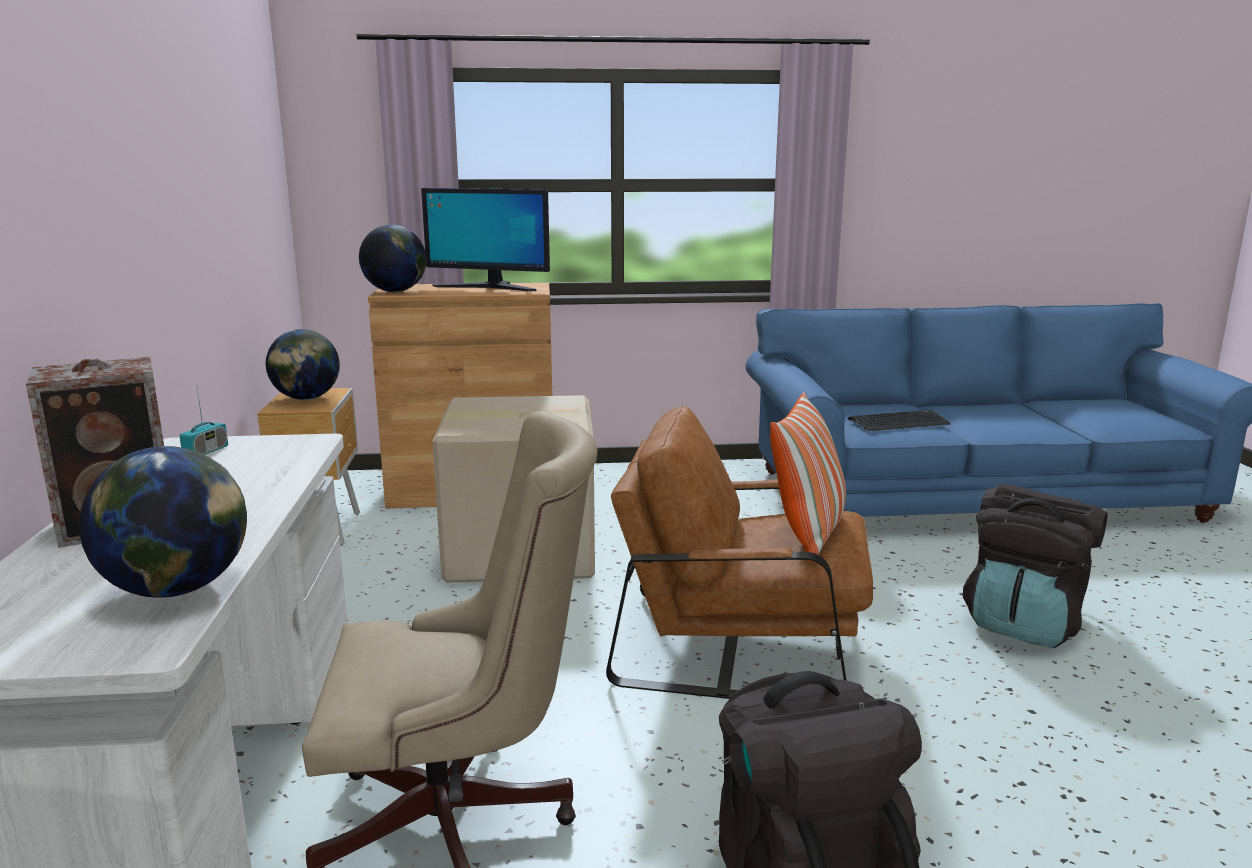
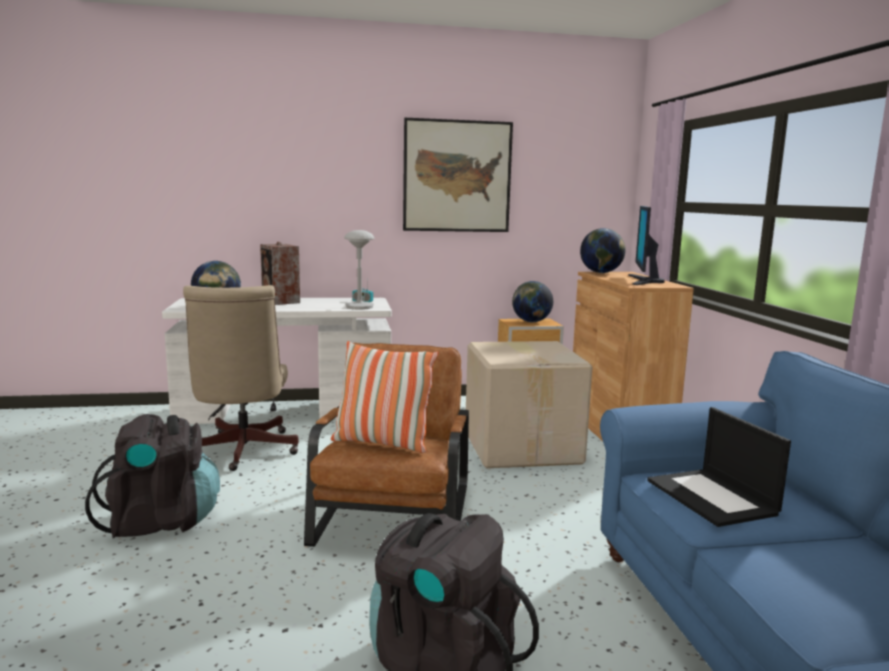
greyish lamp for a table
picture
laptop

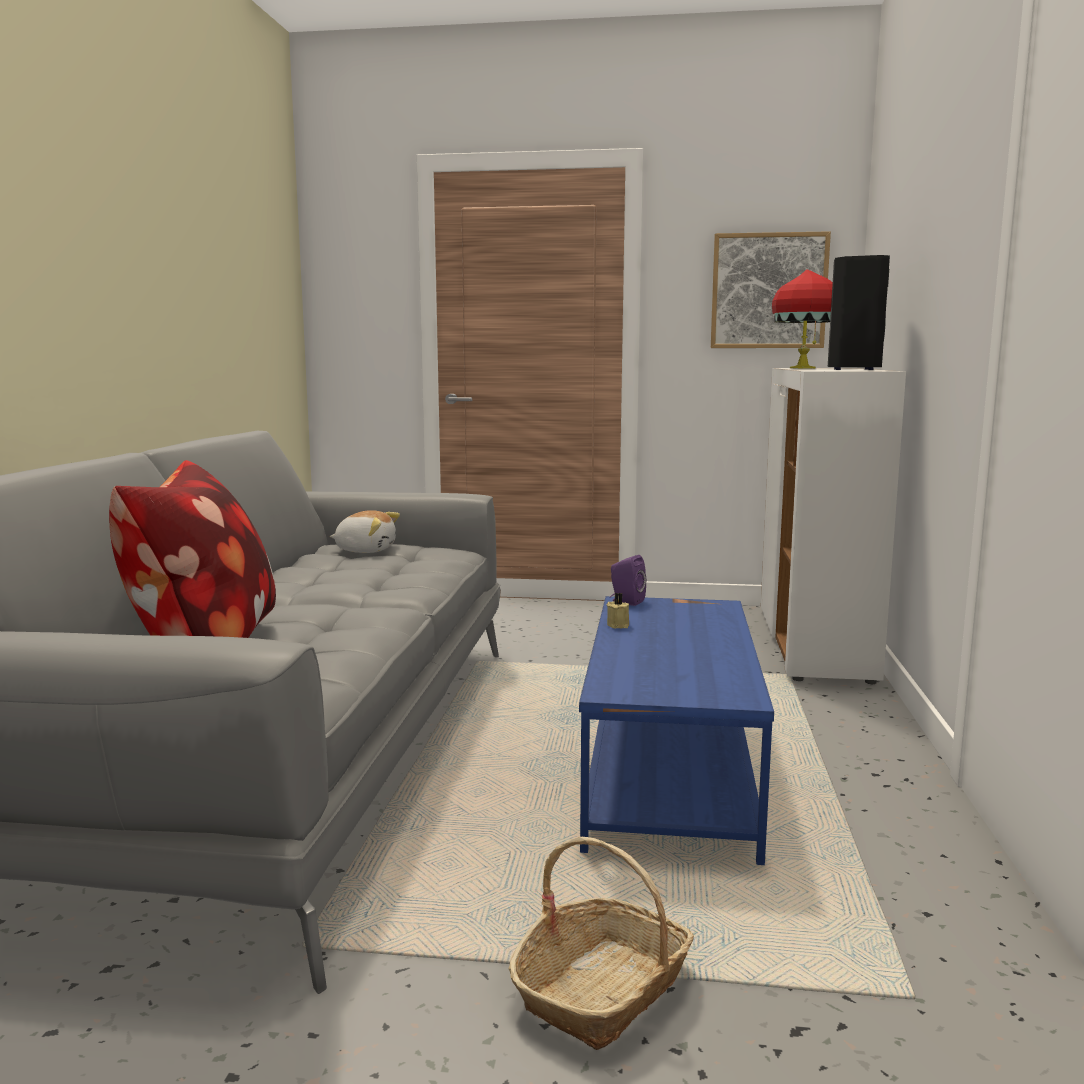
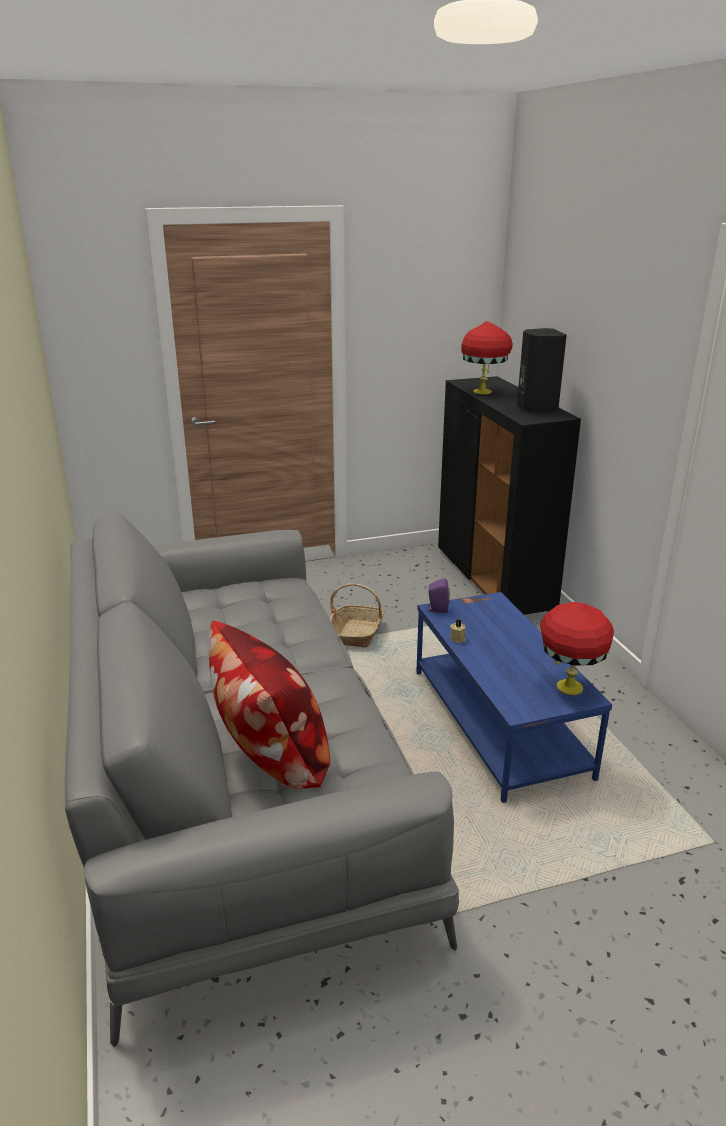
cuddly toy
picture
reddish lamp for a table (2nd from left)
basket
black-coloured storage cabinet

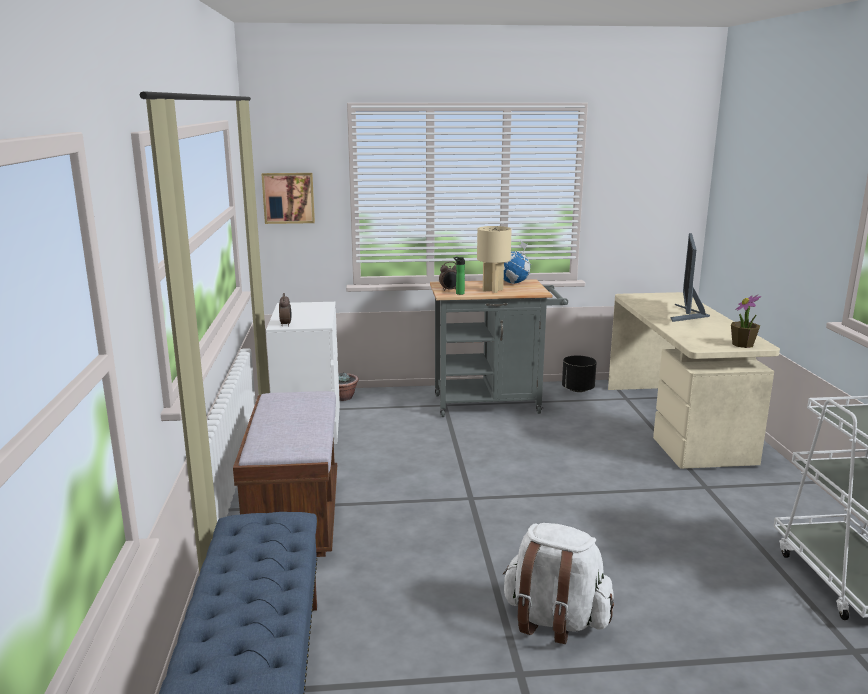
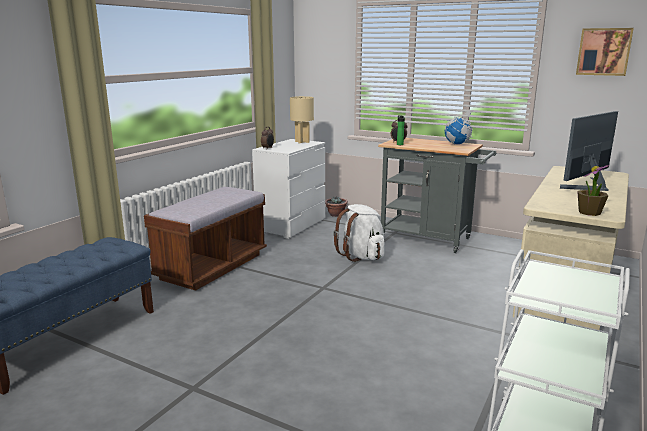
black-coloured plant pot
picture
beige-coloured lamp for a table
whitish knapsack

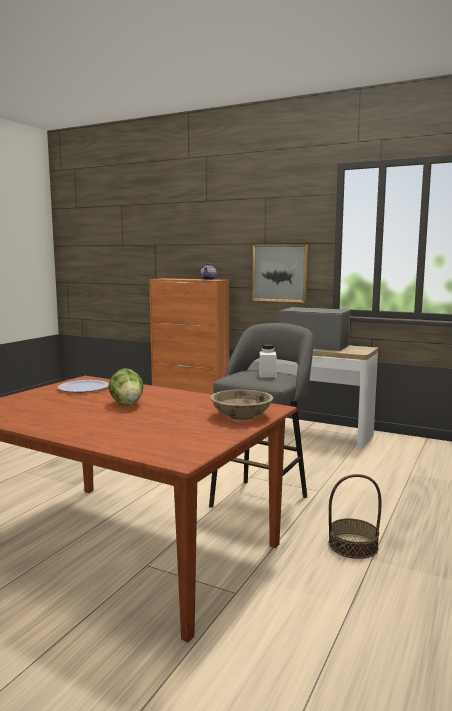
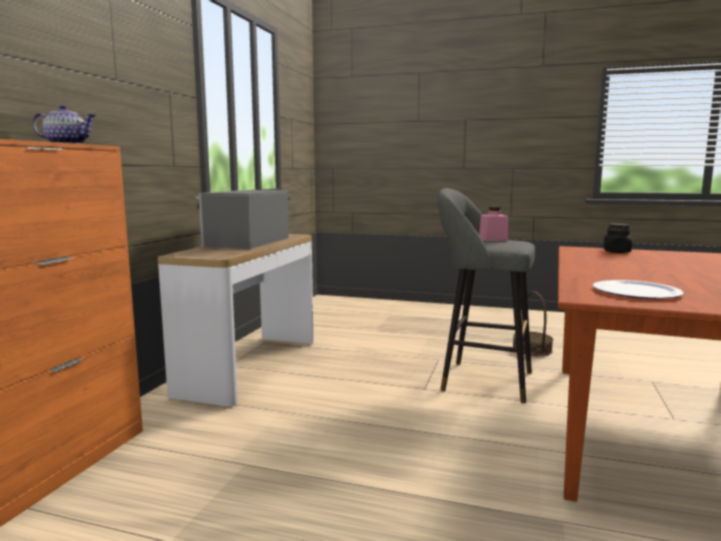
lettuce
picture
black-coloured jar
pinkish jar

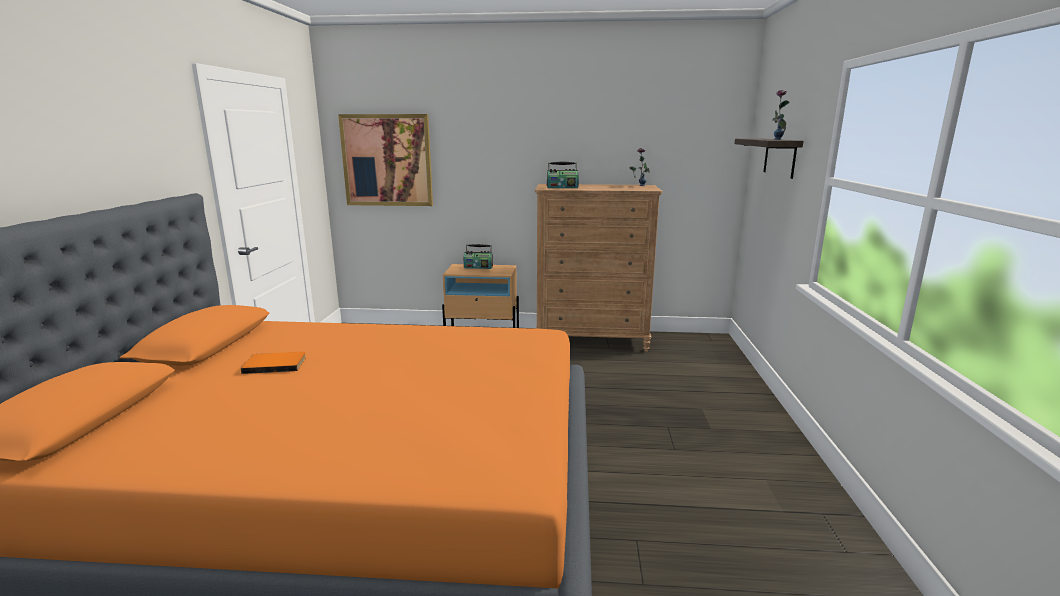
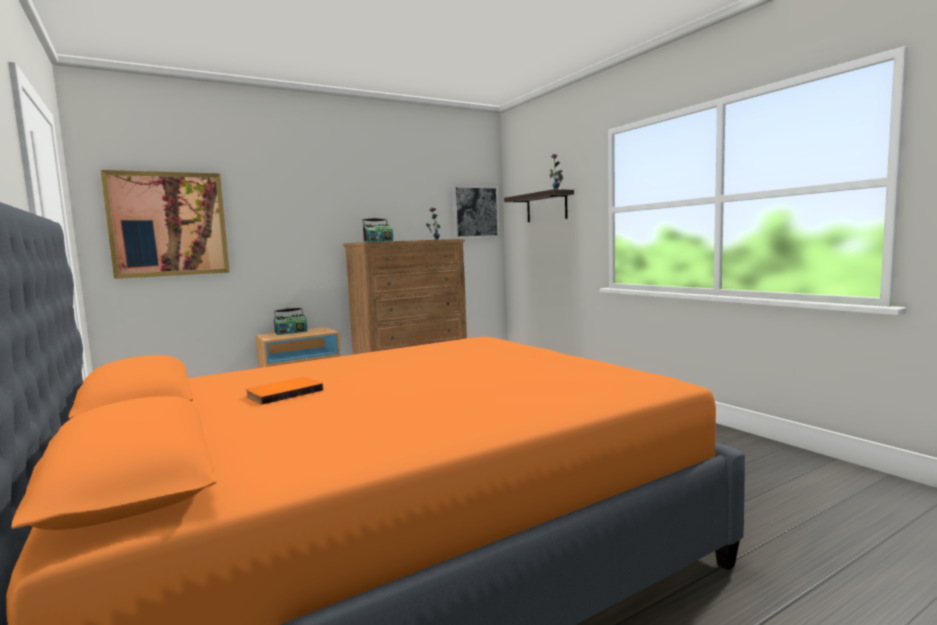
picture (2nd from left)

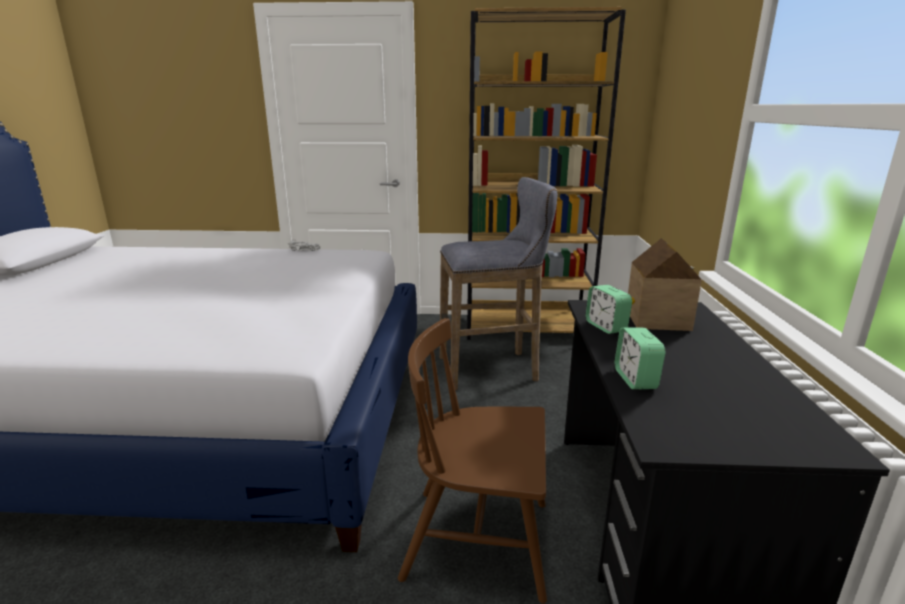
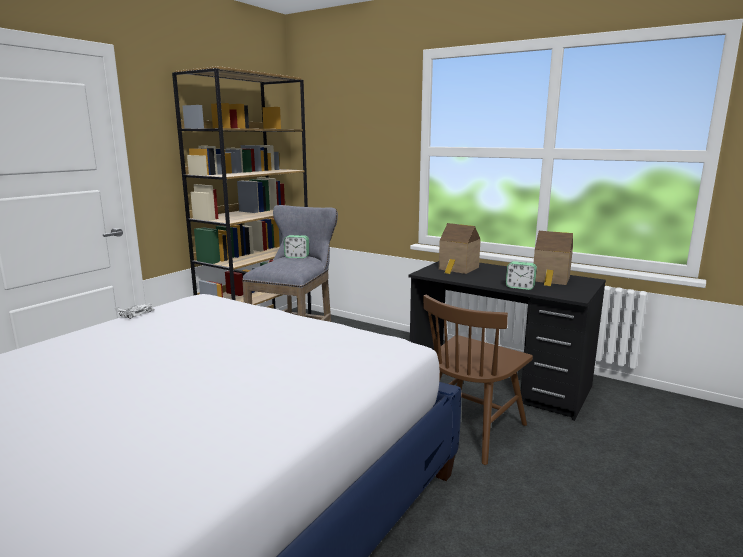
toy house (2nd from left)
table clock (1st from left)

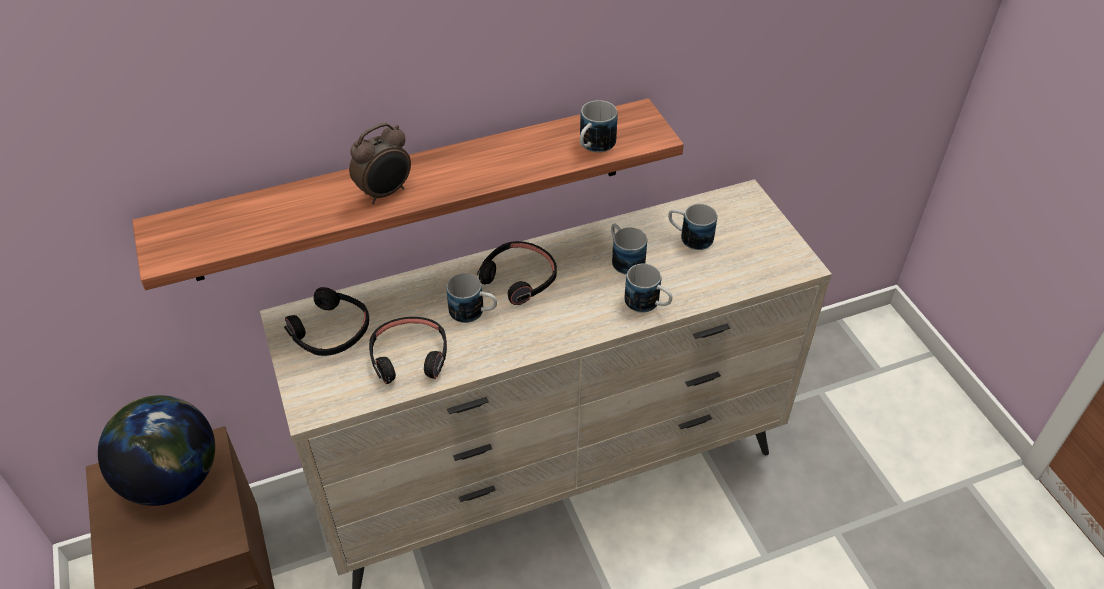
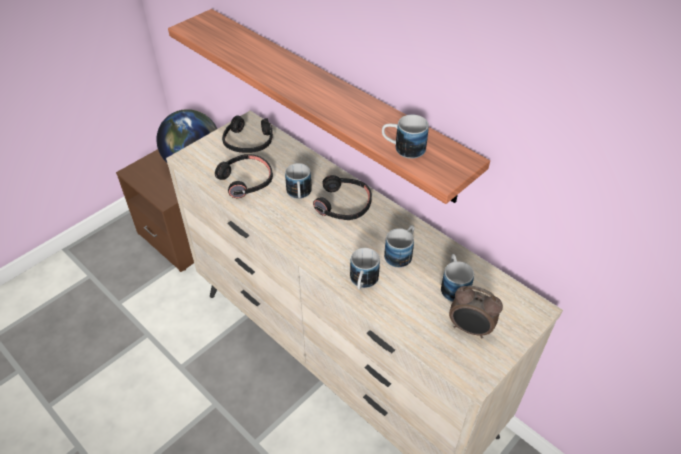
table clock

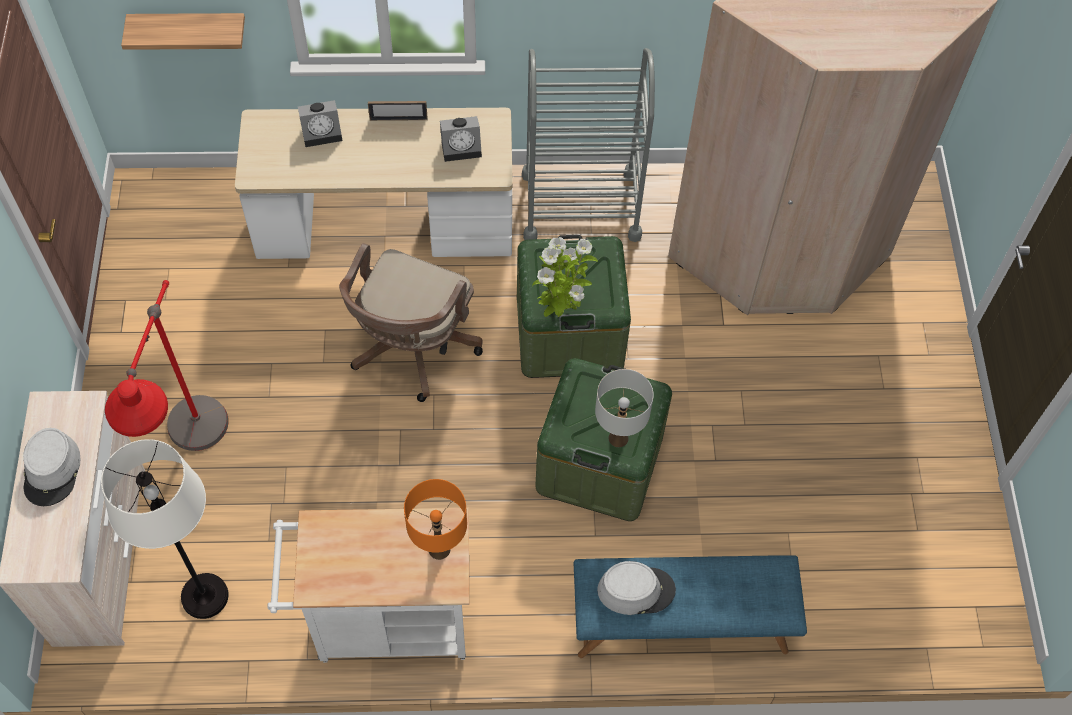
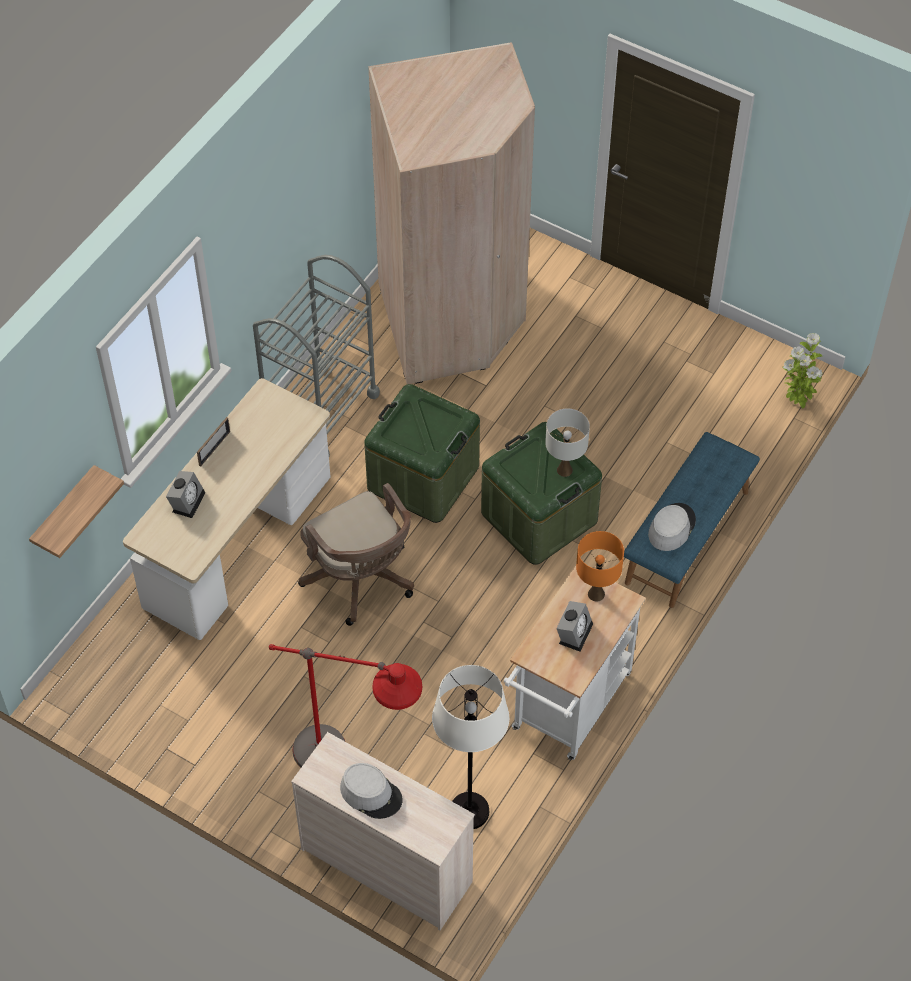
table clock (2nd from left)
plant in a pot

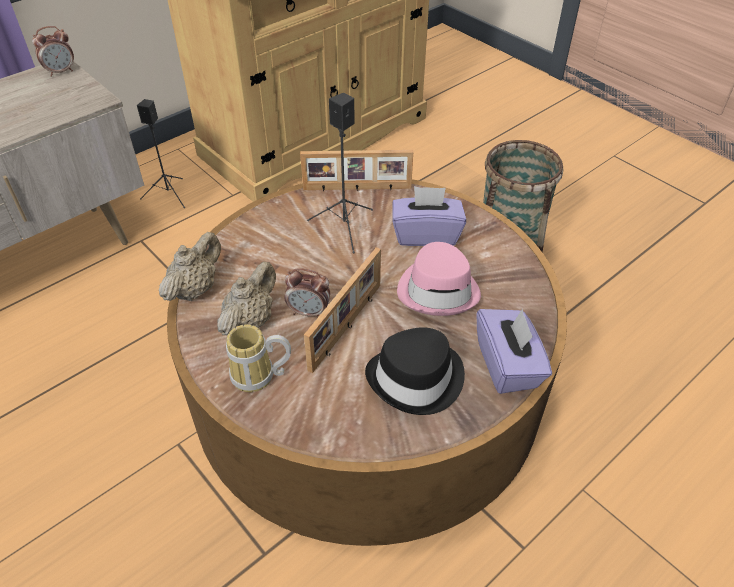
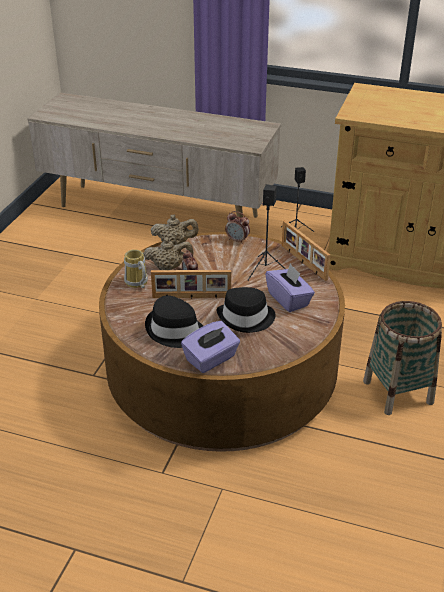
table clock (2nd from left)
black-coloured wearable hat (2nd from left)

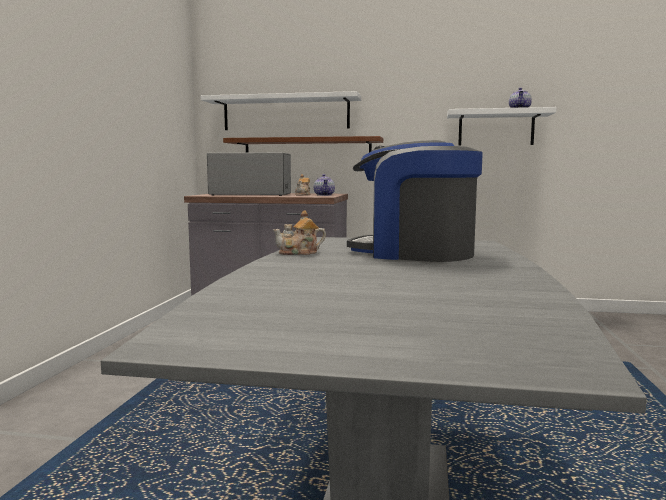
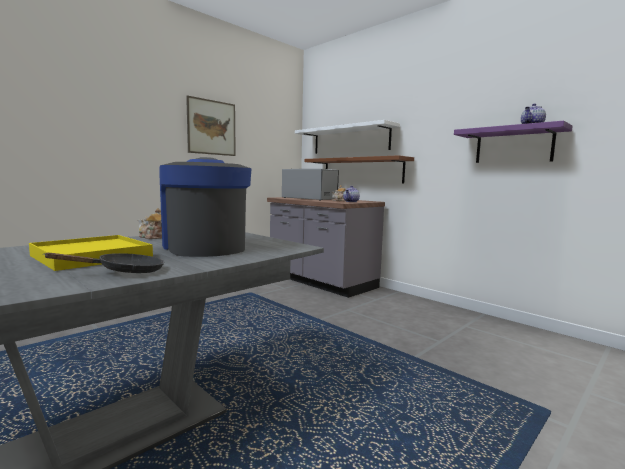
yellow carrying tray
black-coloured pan
picture
purple shelf

